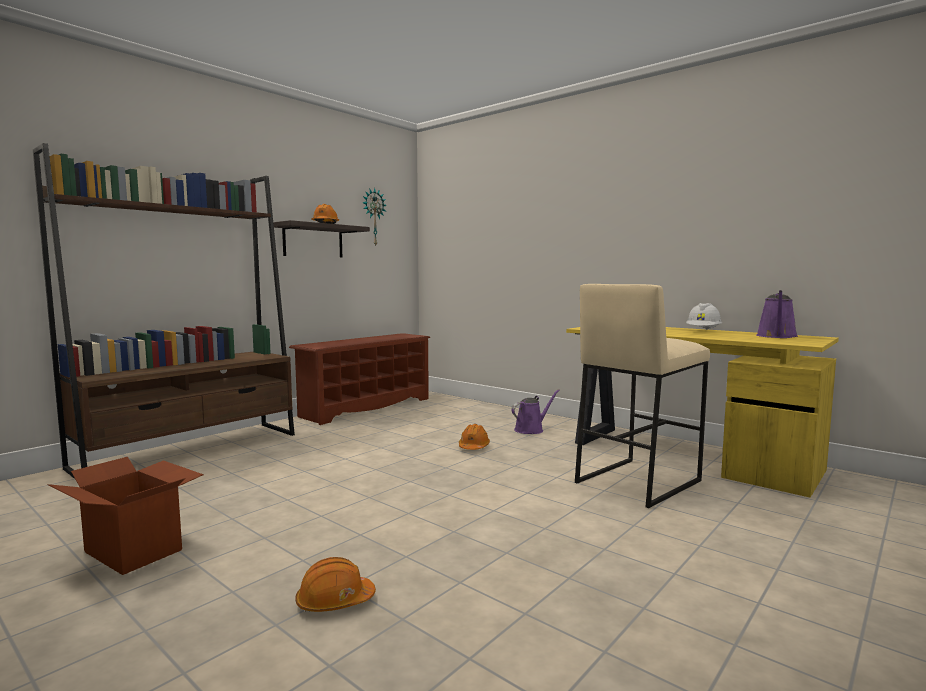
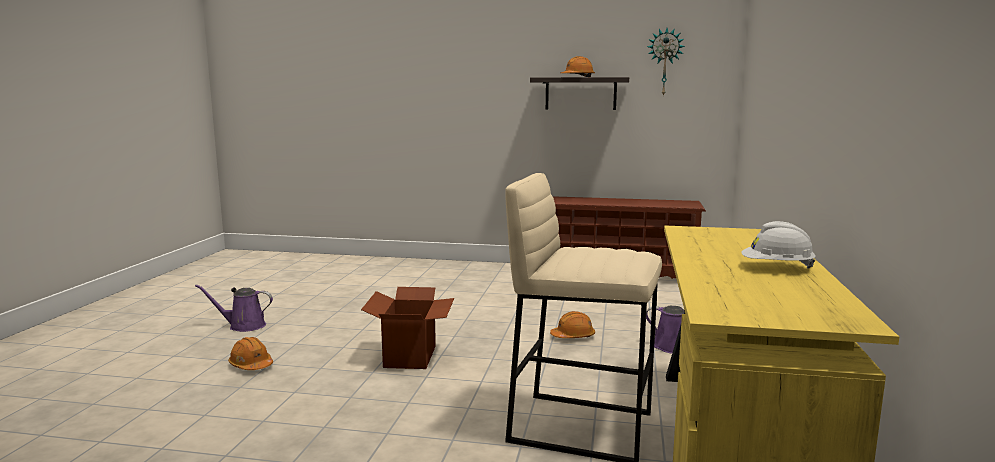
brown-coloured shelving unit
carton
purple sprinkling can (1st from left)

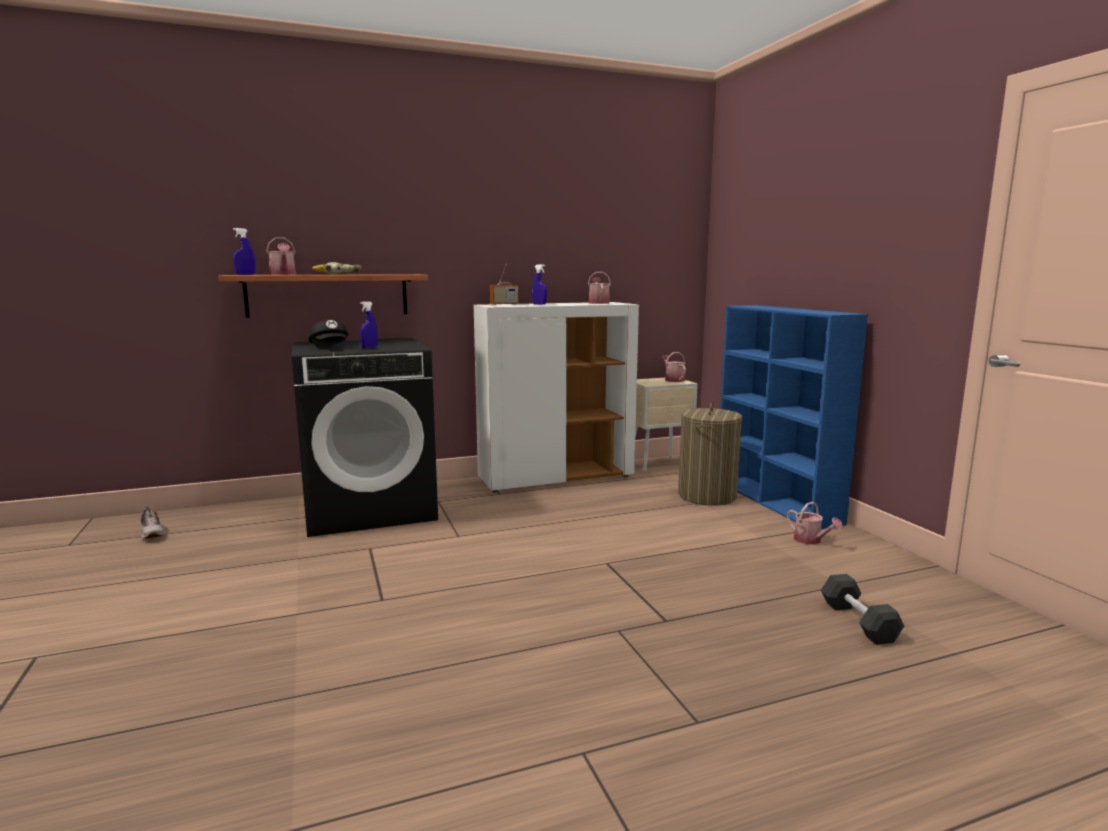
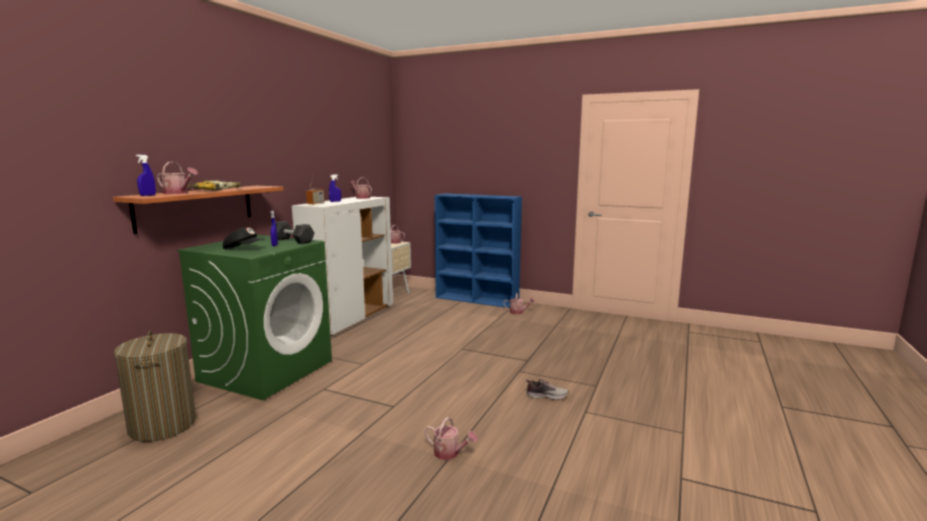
sprinkling can (4th from left)
low shoe
laundry basket
black-coloured hand weight
green washing machine

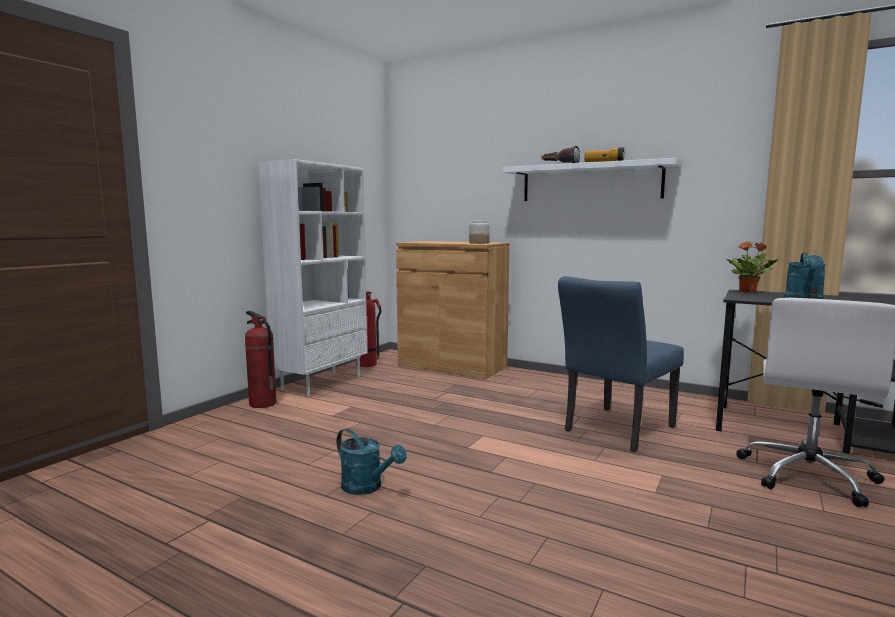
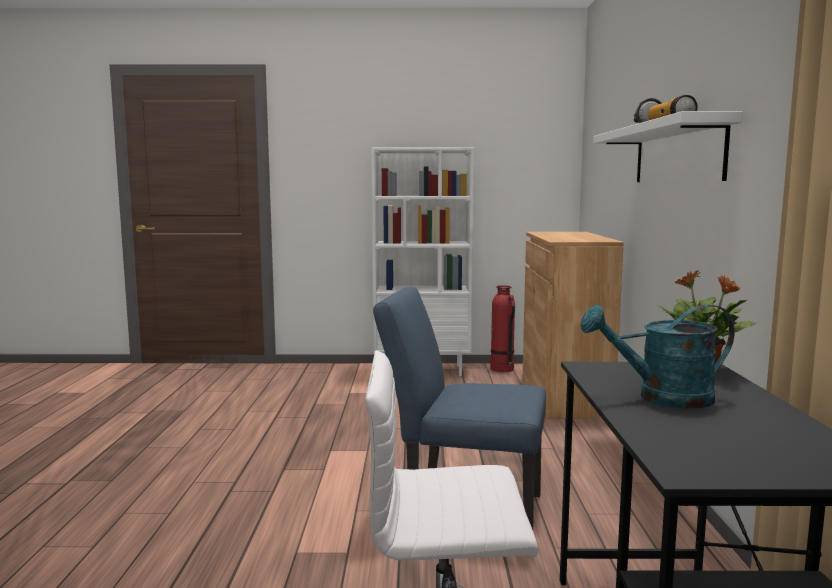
extinguisher (1st from left in the first image)
turquoise-coloured sprinkling can (1st from left in the first image)
jar

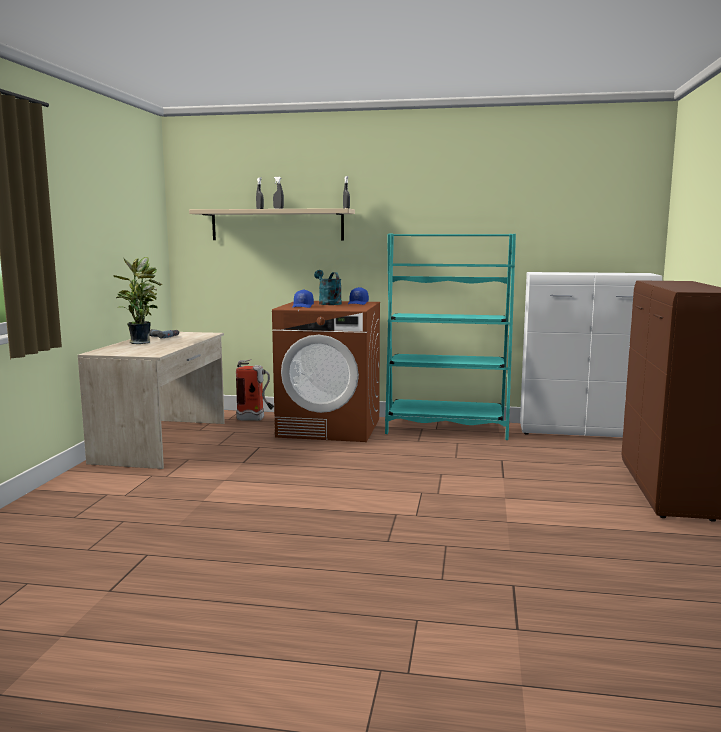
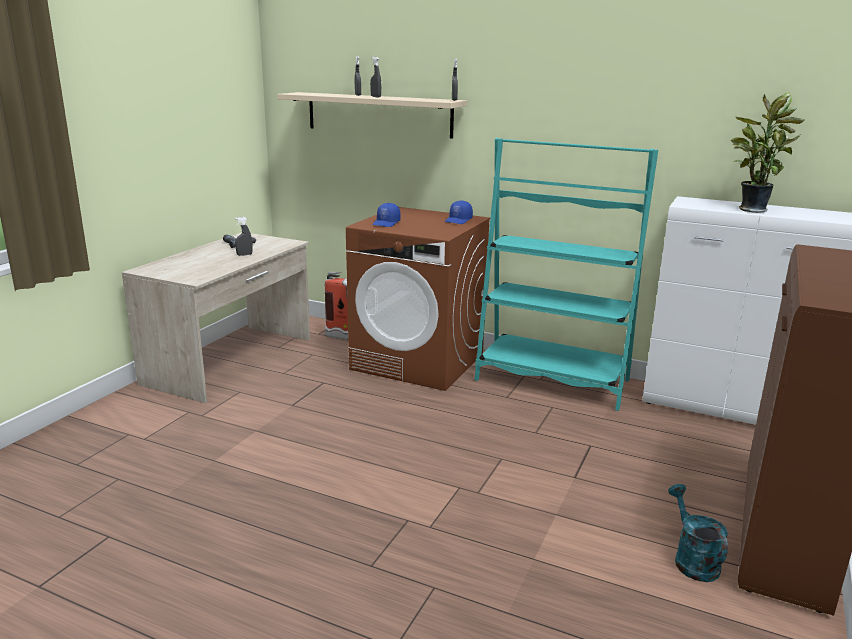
greyish sprayer (1st from left)
plant in a pot
turquoise-coloured sprinkling can

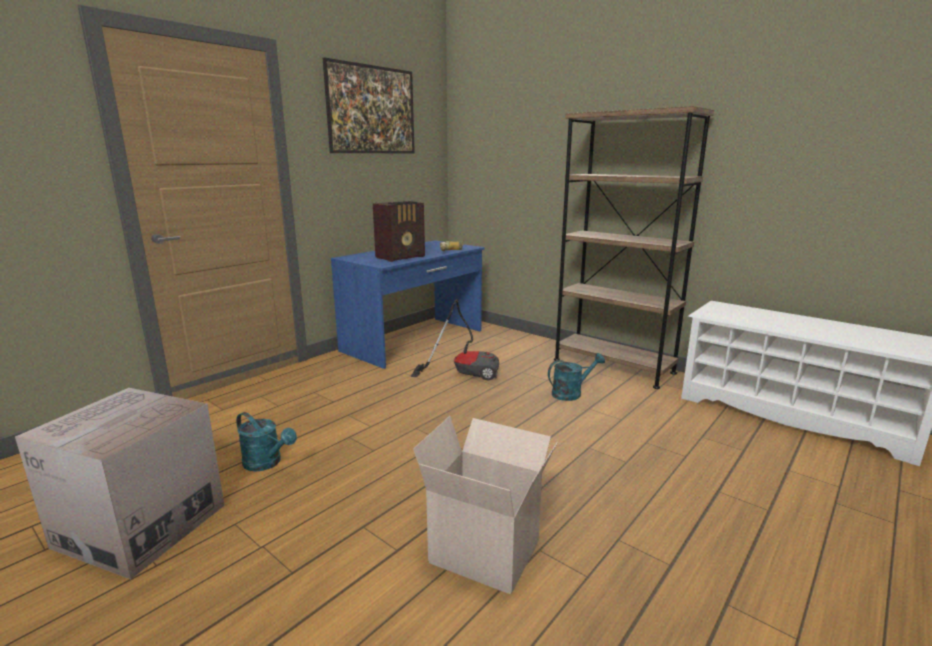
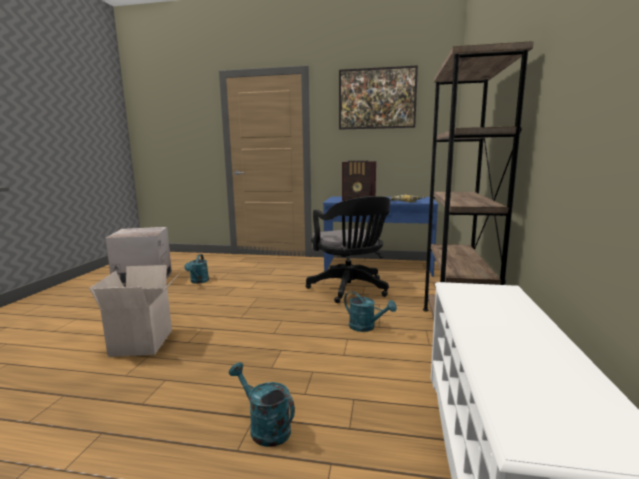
turquoise-coloured sprinkling can (2nd from left)
black-coloured computer chair

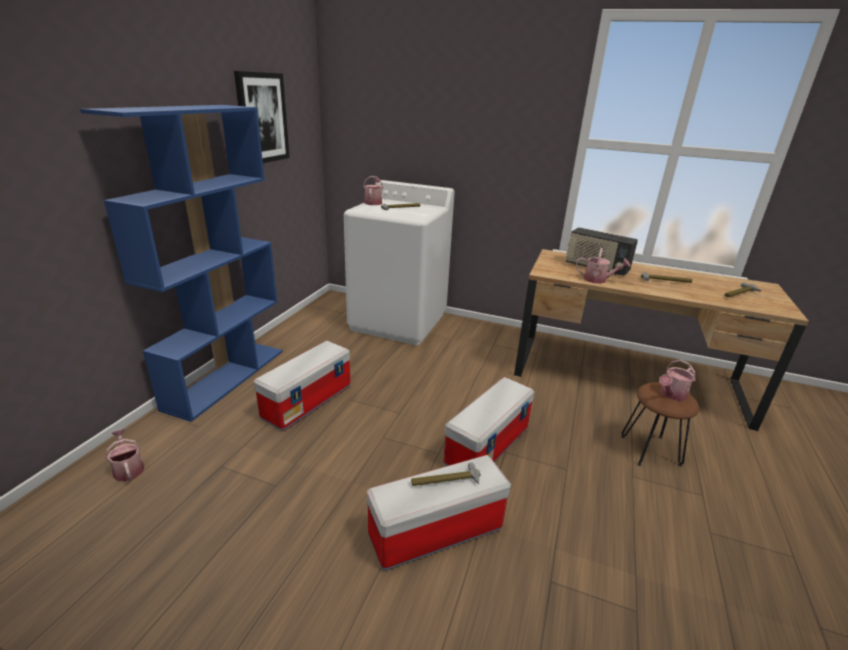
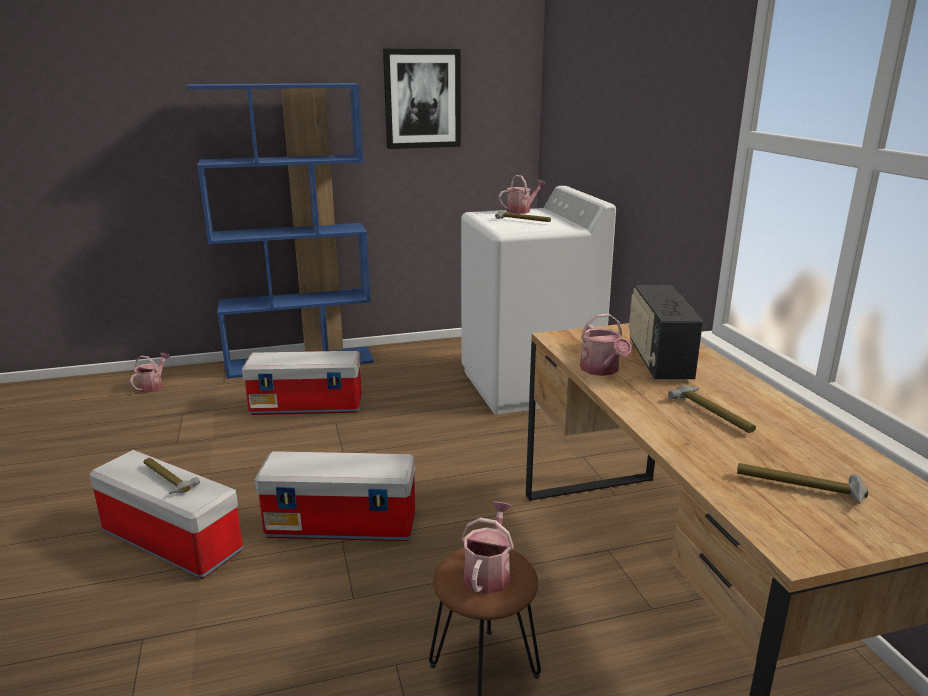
sprinkling can (2nd from left)

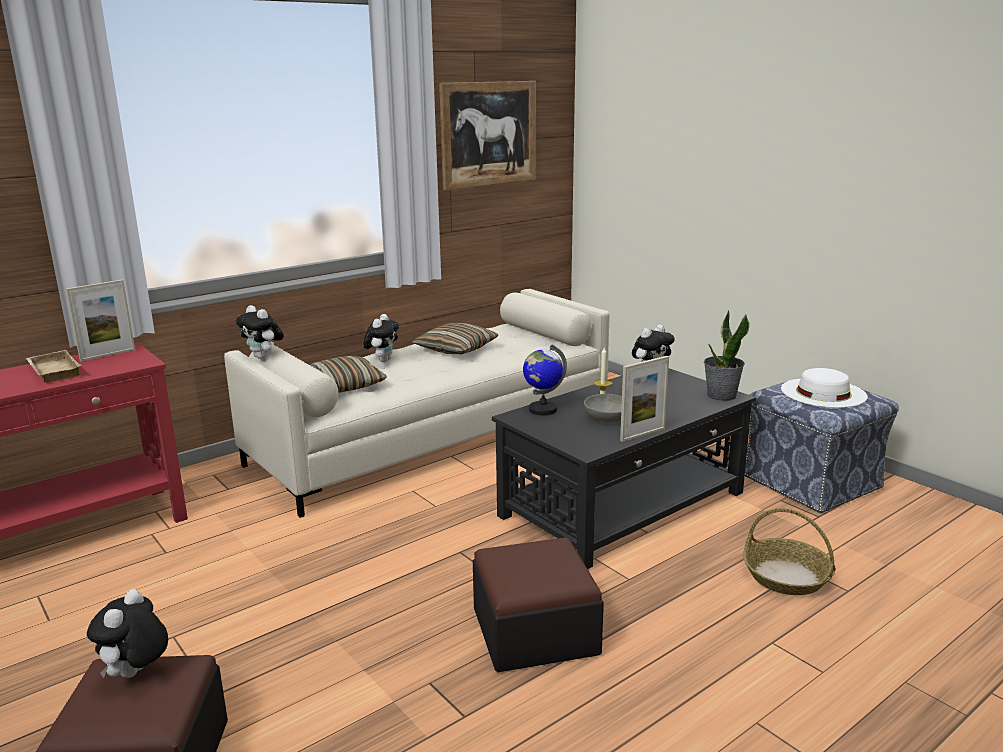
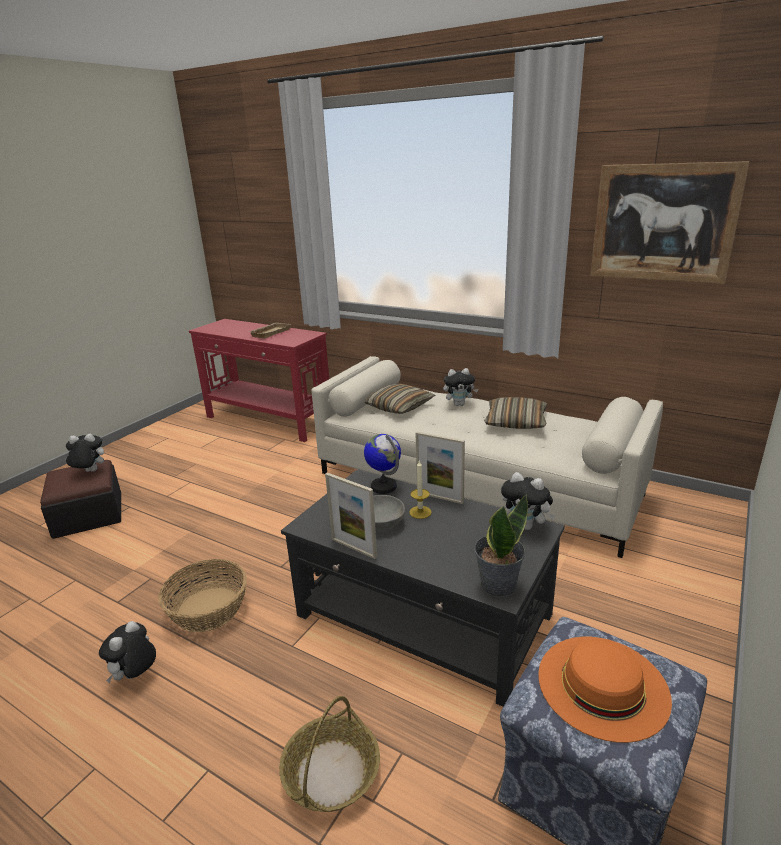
standing frame (2nd from left)
cuddly toy (2nd from left)
basket (1st from left)
orange wearable hat

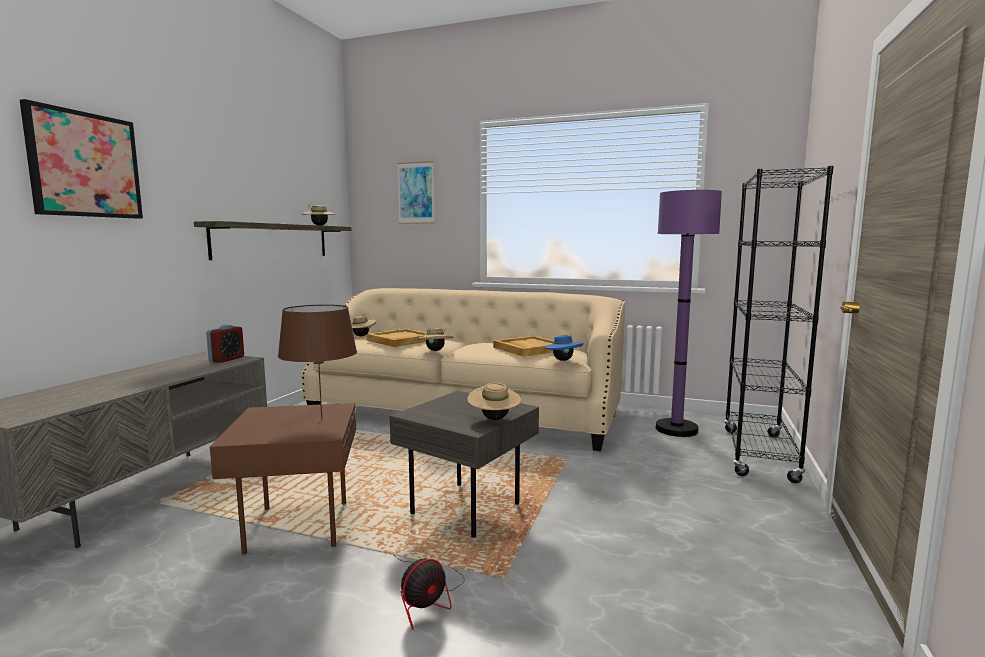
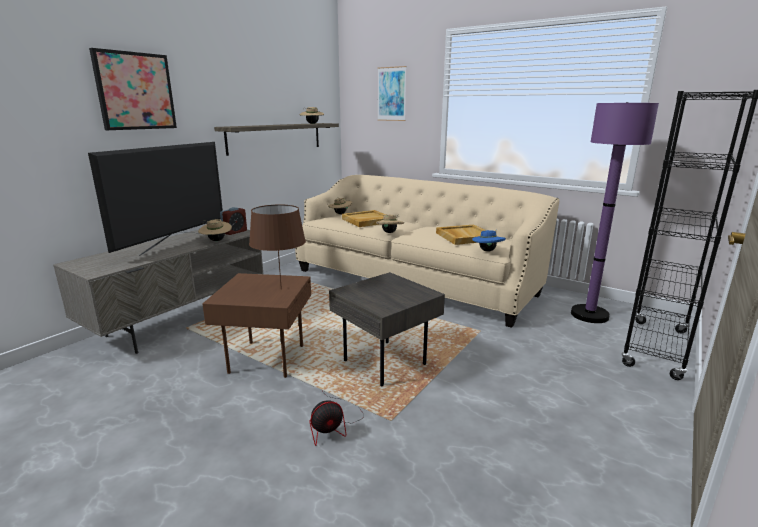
TV
beige-coloured wearable hat (1st from left)

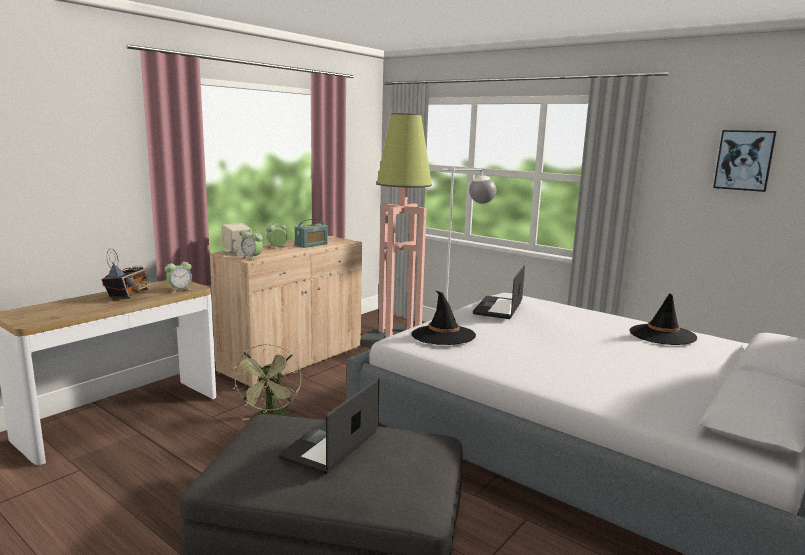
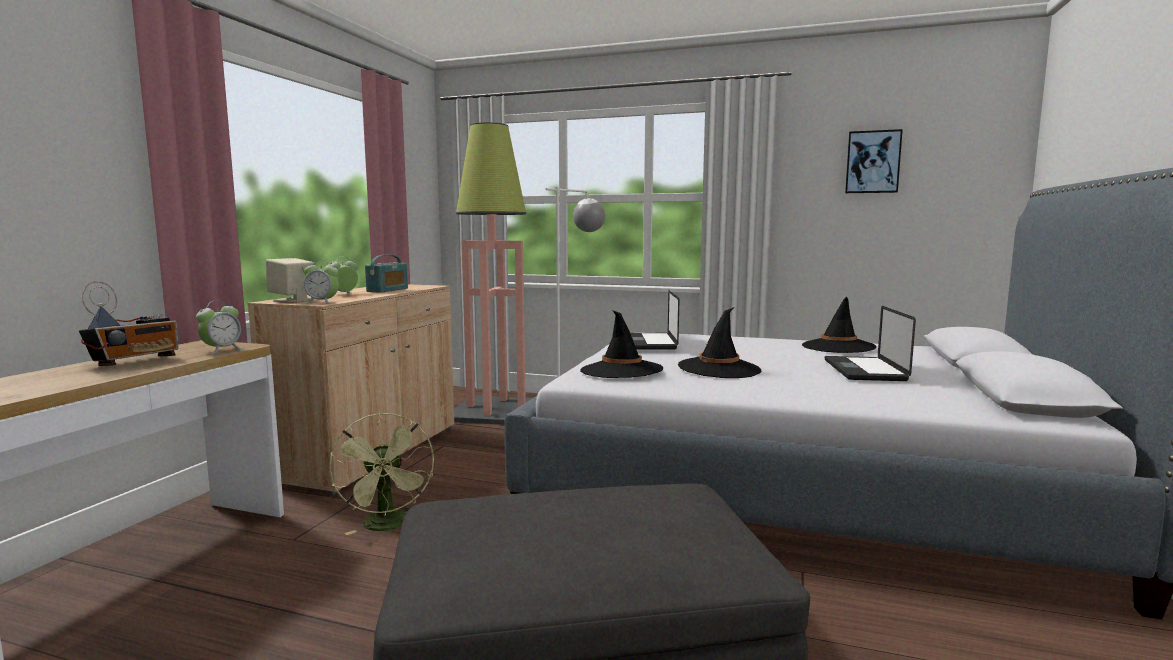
black-coloured wearable hat (2nd from left)
laptop (2nd from left)
radio set (1st from left)

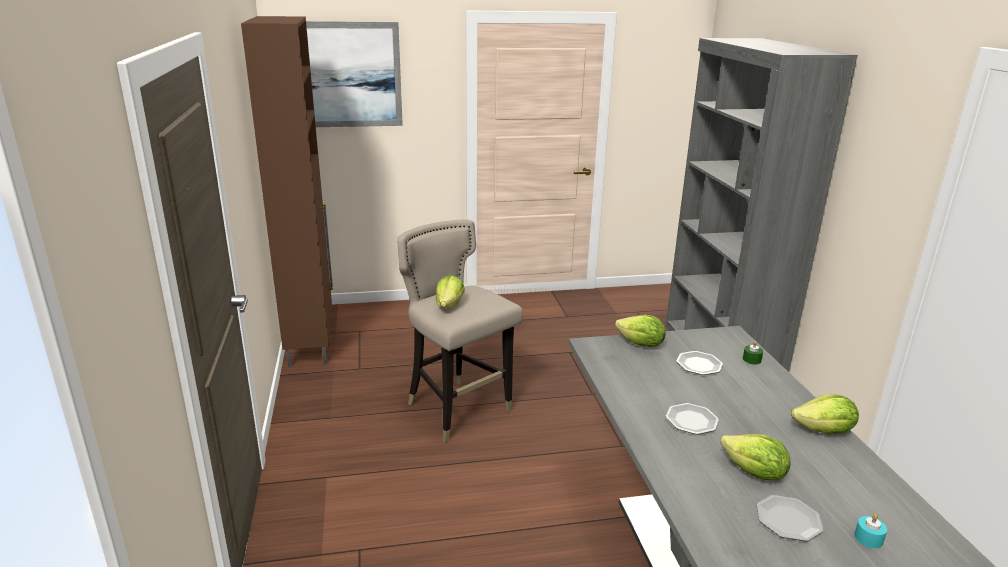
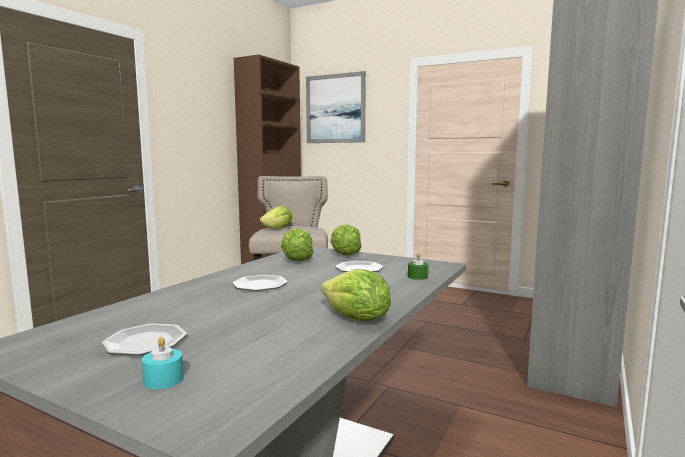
lettuce (2nd from left)

